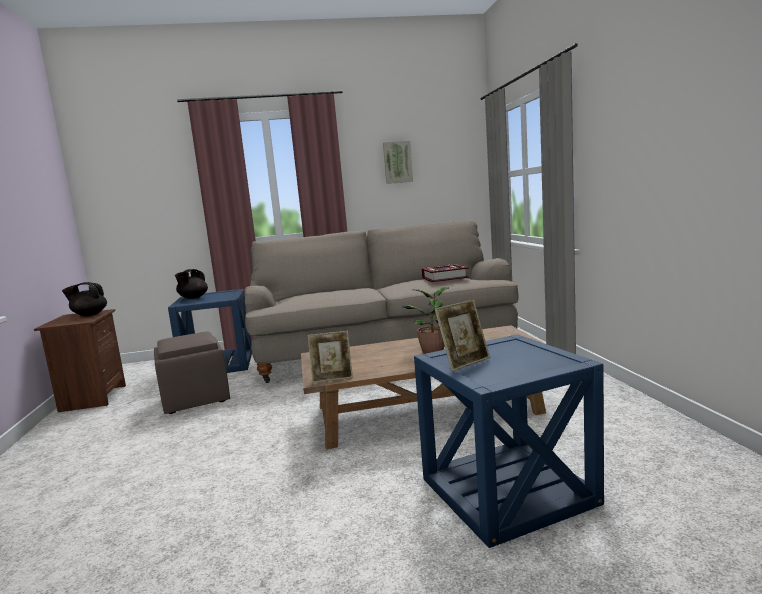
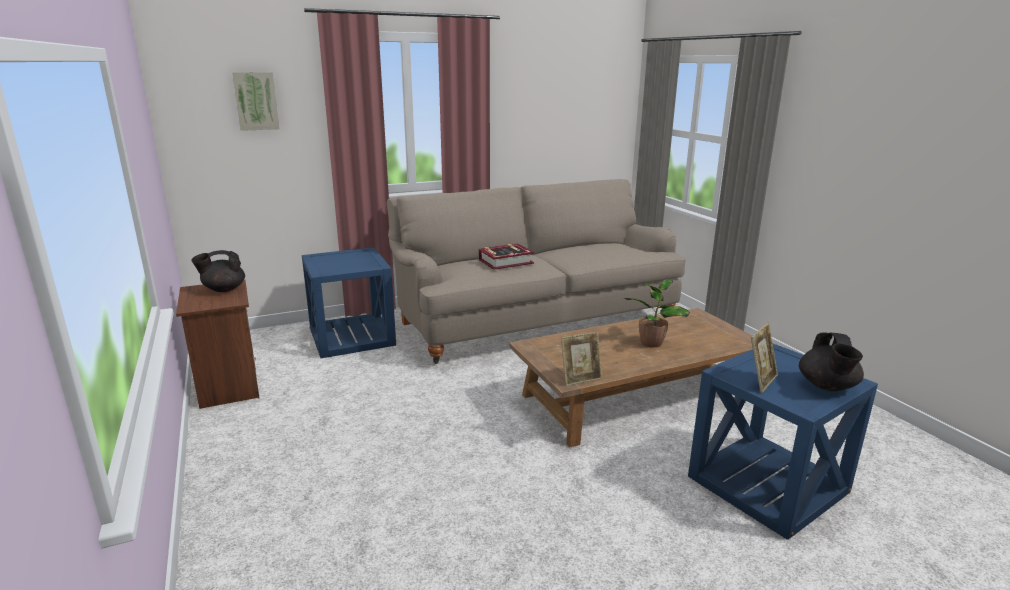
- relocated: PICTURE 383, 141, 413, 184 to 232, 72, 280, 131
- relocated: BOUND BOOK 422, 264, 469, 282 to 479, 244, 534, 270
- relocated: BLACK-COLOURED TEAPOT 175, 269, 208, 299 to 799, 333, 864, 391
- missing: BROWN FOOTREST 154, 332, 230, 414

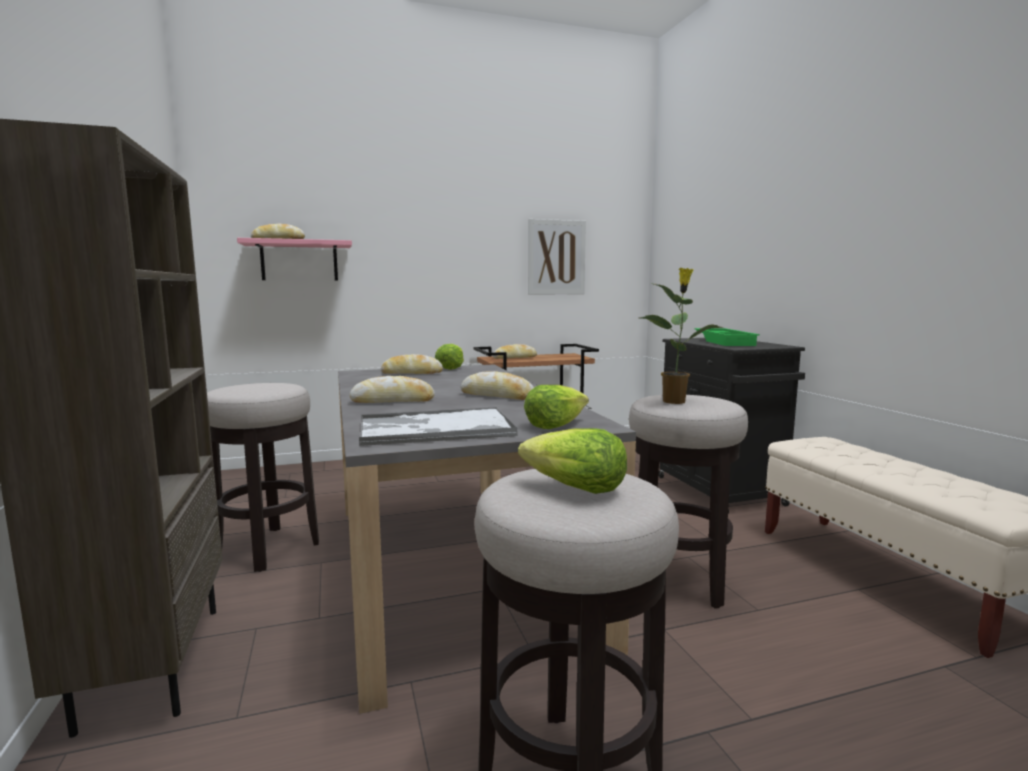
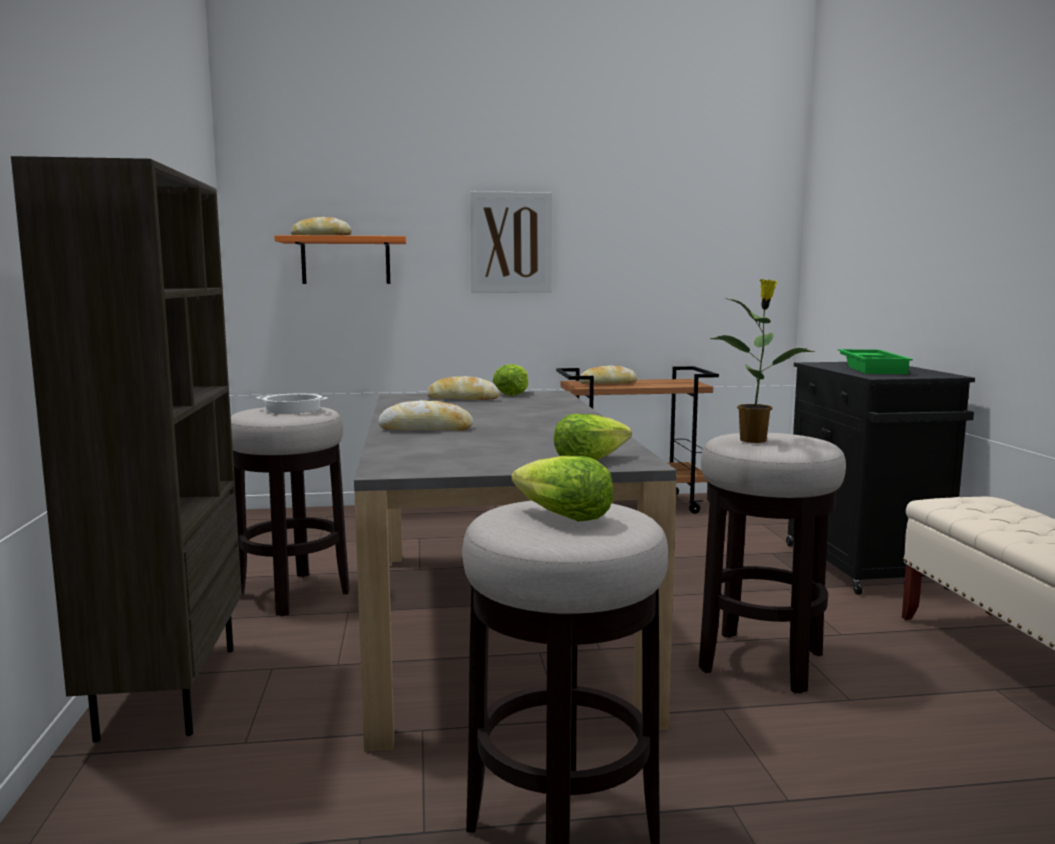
- appeared: COOKING POT 256, 393, 328, 414
- colour: PINKISH SHELF 237, 238, 352, 280 to ORANGEY SHELF 274, 235, 406, 284
- relocated: PICTURE 528, 219, 586, 294 to 470, 191, 552, 292
- missing: CARRYING TRAY 359, 407, 518, 446
- missing: BAKERY BREAD 461, 371, 534, 400

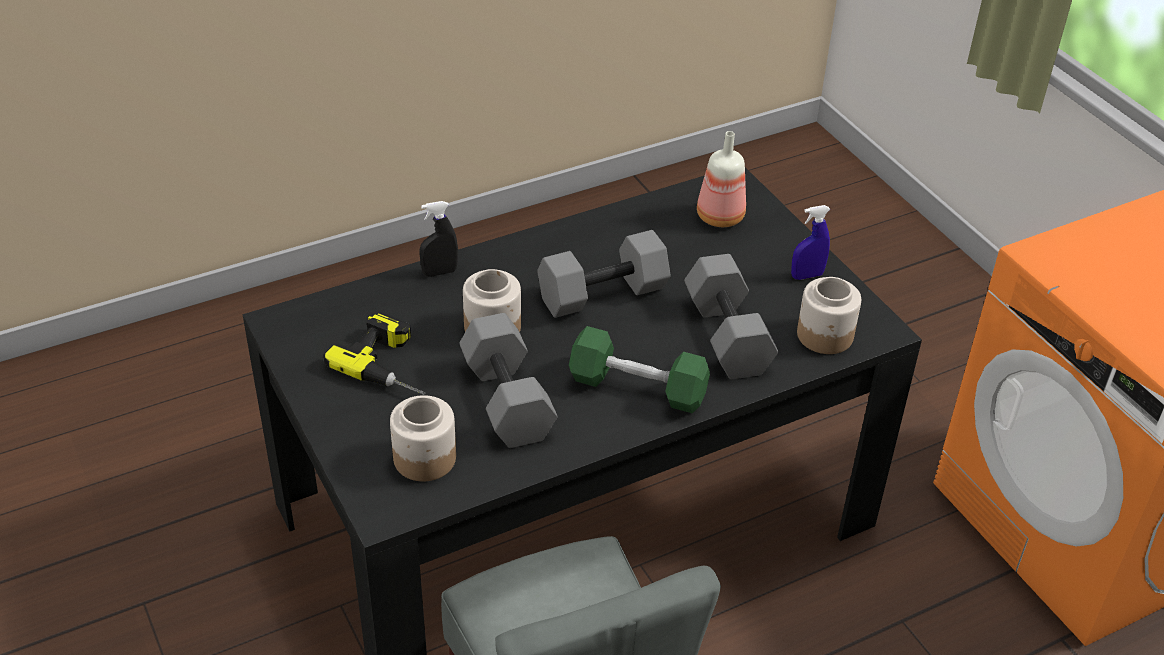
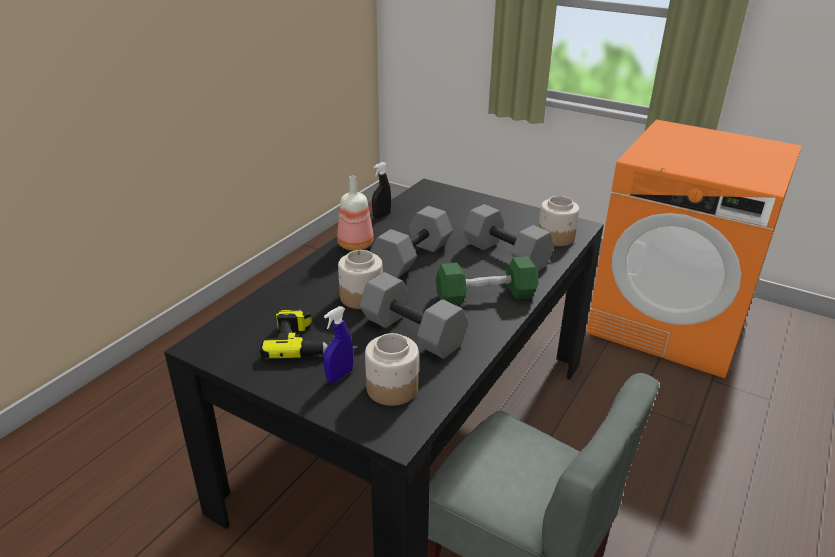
- relocated: BLUISH HAND SPRAYER 791, 205, 830, 280 to 324, 306, 353, 383
- relocated: BEVERAGE BOTTLE 697, 131, 746, 227 to 337, 176, 374, 251
- relocated: BLACK-COLOURED HAND SPRAYER 419, 201, 458, 277 to 372, 162, 391, 219

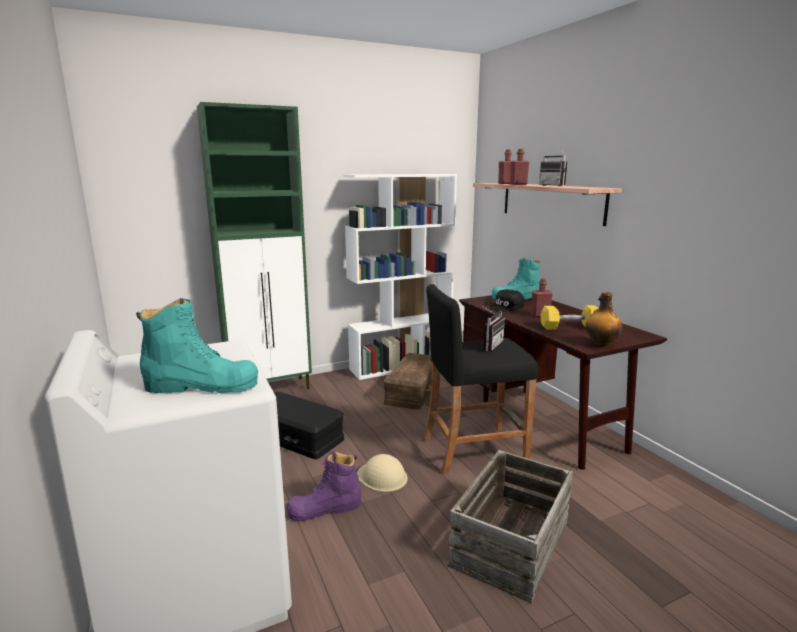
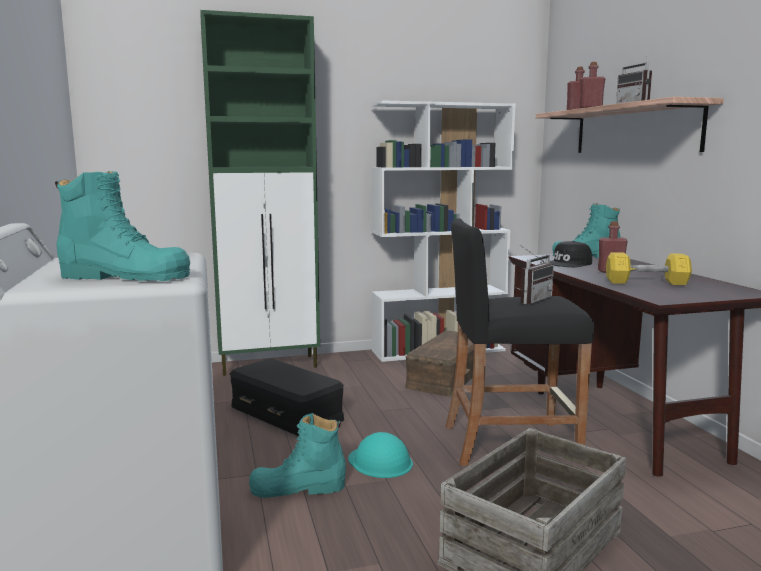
- colour: PURPLE-COLOURED BOOT 286, 451, 361, 521 to TURQUOISE BOOT 249, 413, 346, 498
- colour: BEIGE-COLOURED HARD HAT 357, 454, 408, 492 to TURQUOISE HARD HAT 348, 432, 413, 478
- missing: BEVERAGE BOTTLE 585, 292, 623, 347

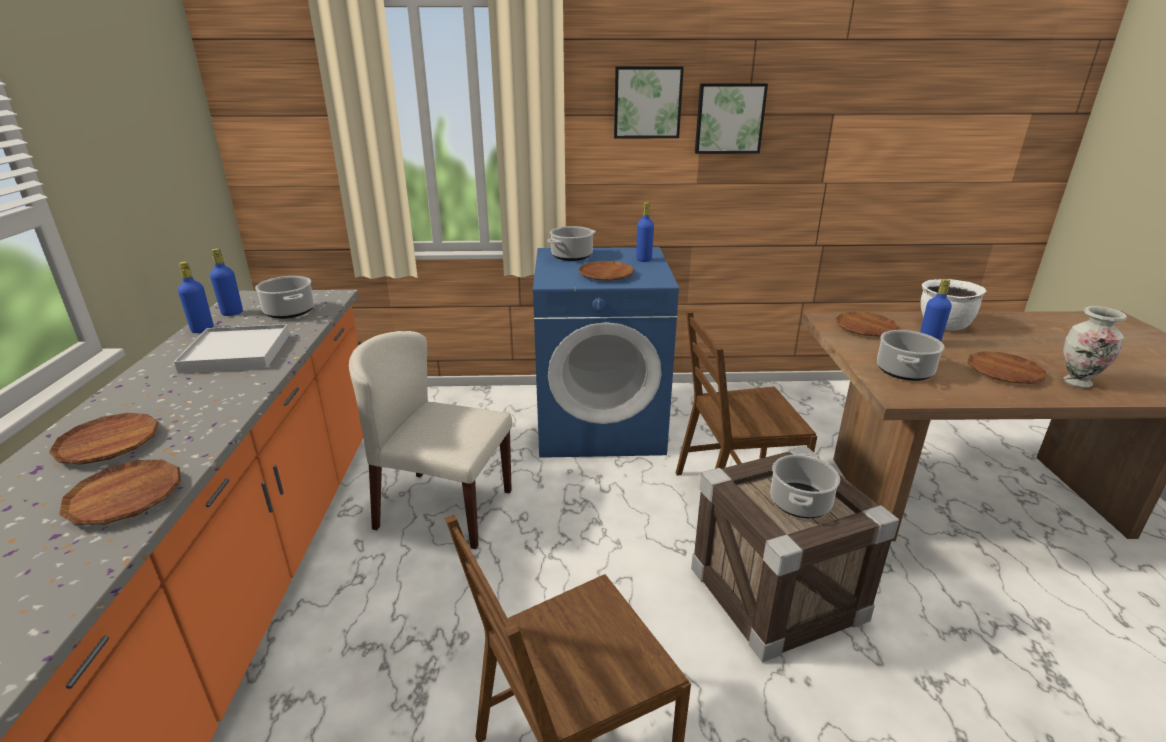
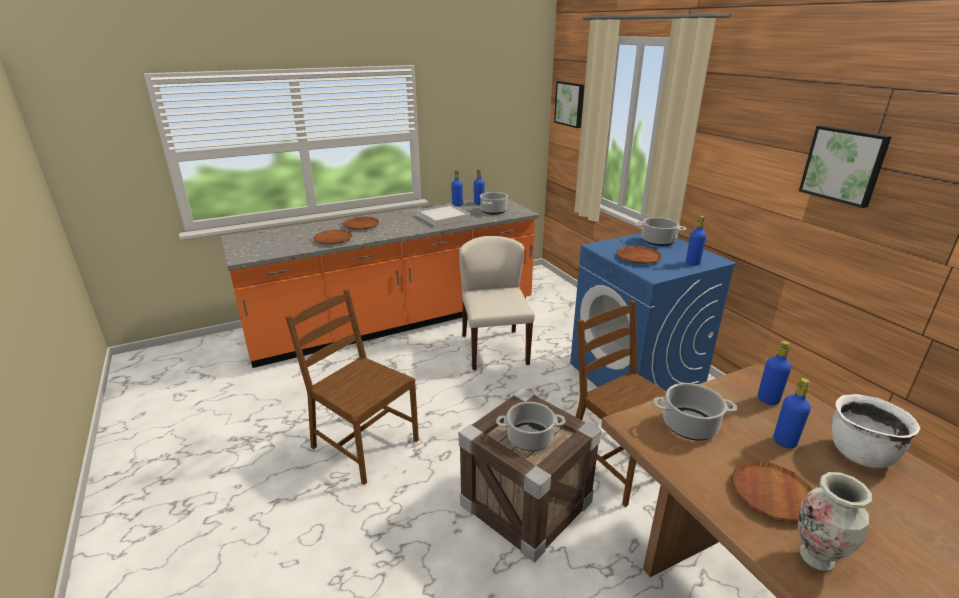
- relocated: PICTURE 614, 66, 684, 139 to 554, 81, 584, 128
- exchanged: BROWN FLAT DISH 835, 311, 899, 336 to BLUISH BEVERAGE BOTTLE 758, 341, 791, 405

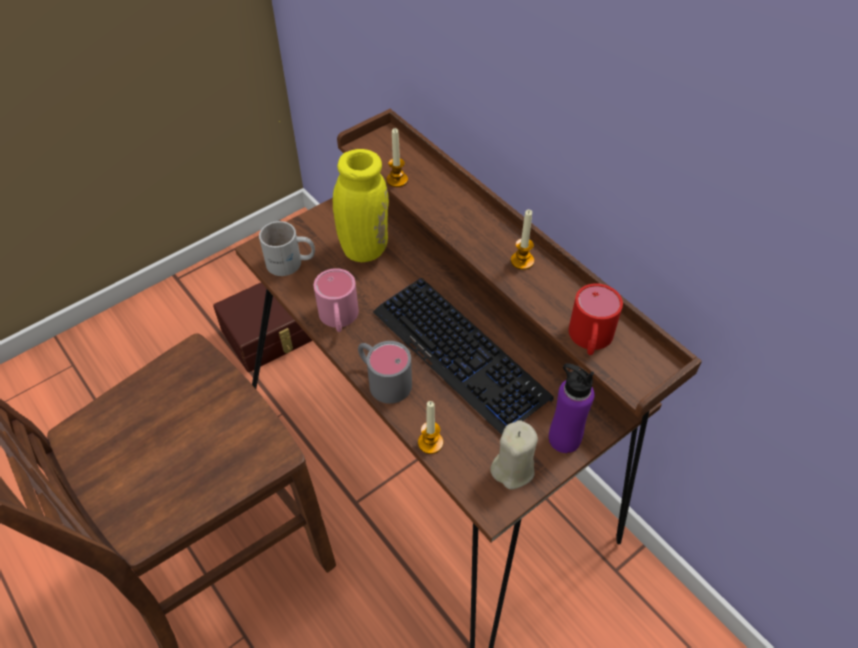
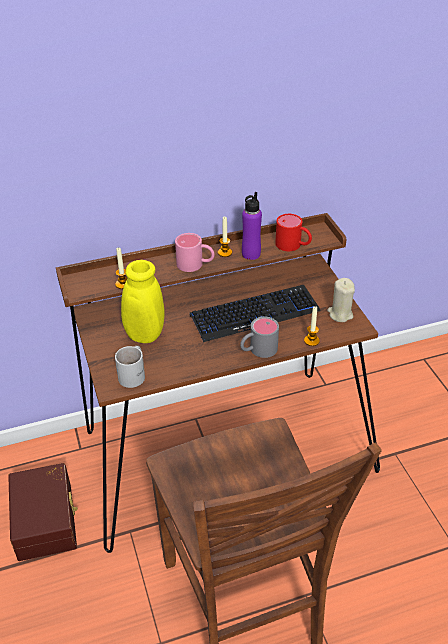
- relocated: PINKISH MUG 314, 268, 359, 332 to 175, 233, 215, 272
- relocated: PURPLE-COLOURED BEVERAGE BOTTLE 549, 363, 594, 453 to 242, 192, 262, 260

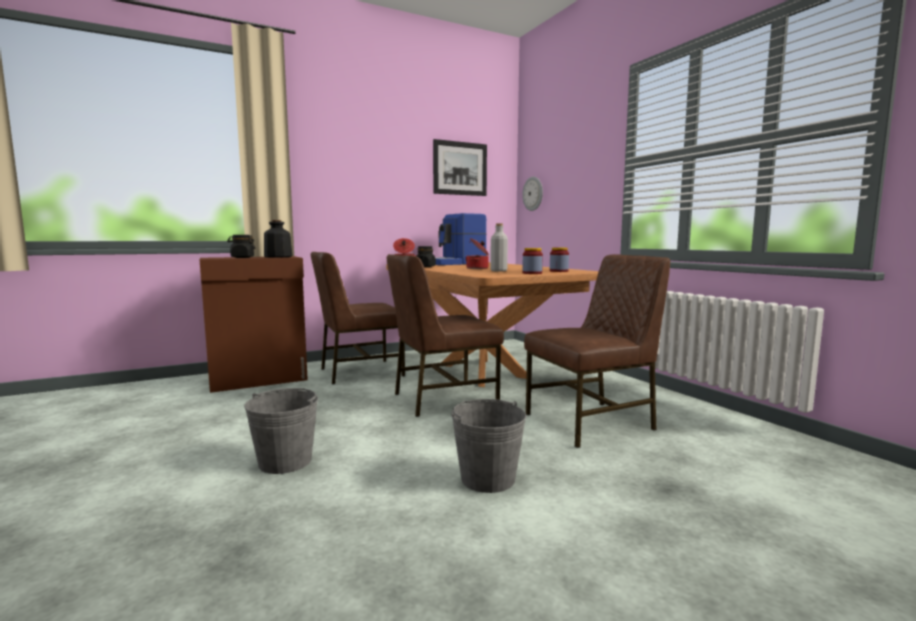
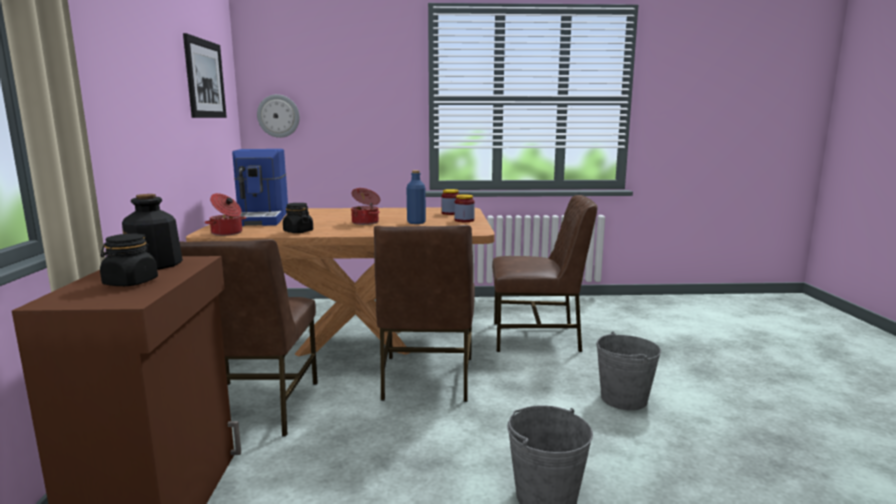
- colour: GREY BEVERAGE BOTTLE 490, 223, 508, 272 to BLUISH BEVERAGE BOTTLE 407, 170, 426, 224
- spun: BROWN CHAIR 524, 254, 670, 448 = 492, 195, 598, 352 90 degrees clockwise

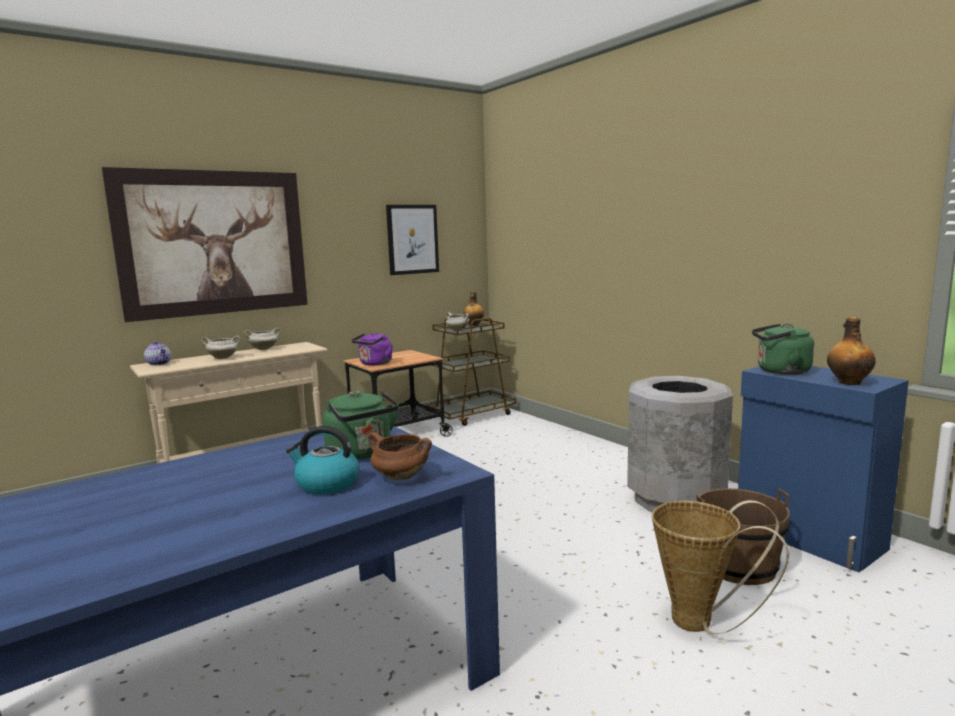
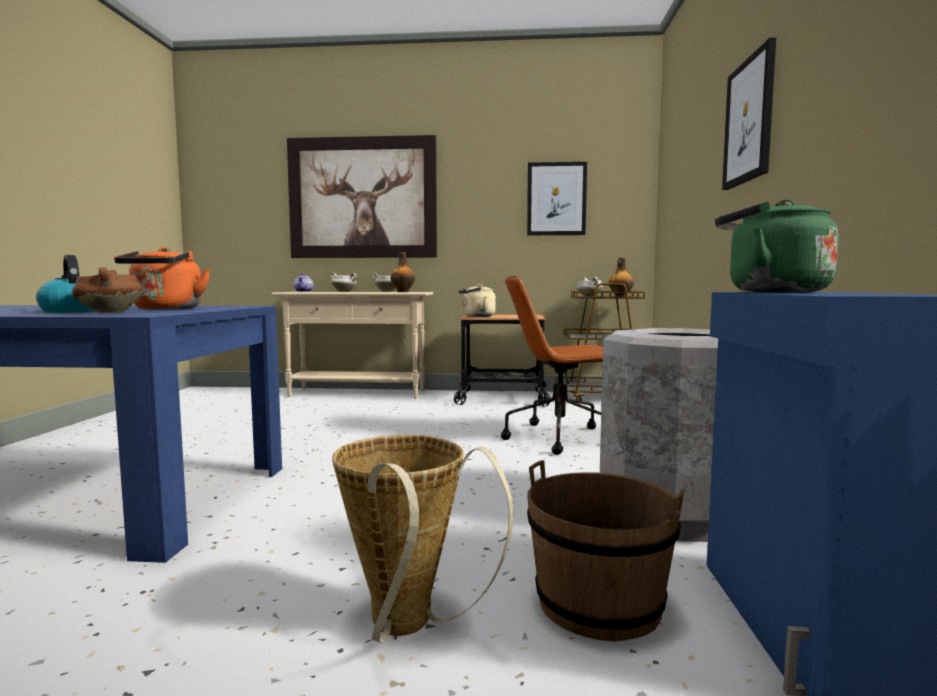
- colour: GREEN-COLOURED WATER KETTLE 323, 390, 399, 460 to ORANGEY WATER KETTLE 114, 247, 210, 310
- relocated: BEVERAGE BOTTLE 827, 317, 876, 385 to 391, 252, 415, 292
- colour: PURPLE-COLOURED WATER KETTLE 351, 332, 393, 366 to BEIGE-COLOURED WATER KETTLE 459, 284, 496, 317
- appeared: BROWN COMPUTER CHAIR 501, 276, 603, 455
- appeared: PICTURE 722, 38, 776, 190

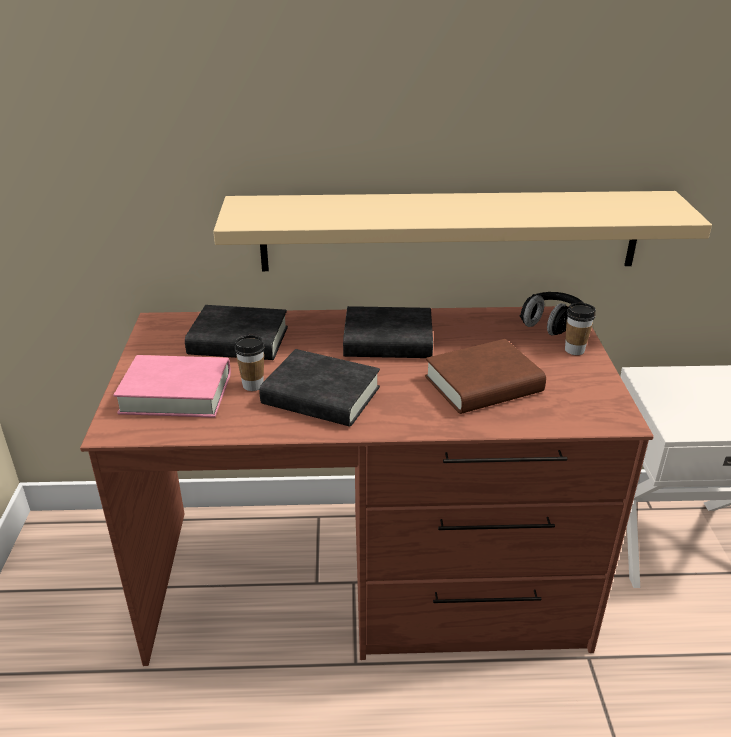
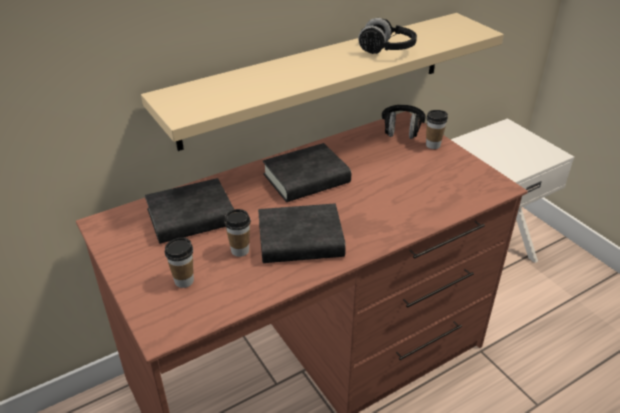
- exchanged: PINKISH BOUND BOOK 114, 355, 231, 418 to SMALL CUP 165, 237, 194, 288
- appeared: BLACK-COLOURED HEADPHONES 358, 18, 417, 54
- missing: BROWN BOUND BOOK 425, 339, 546, 414

